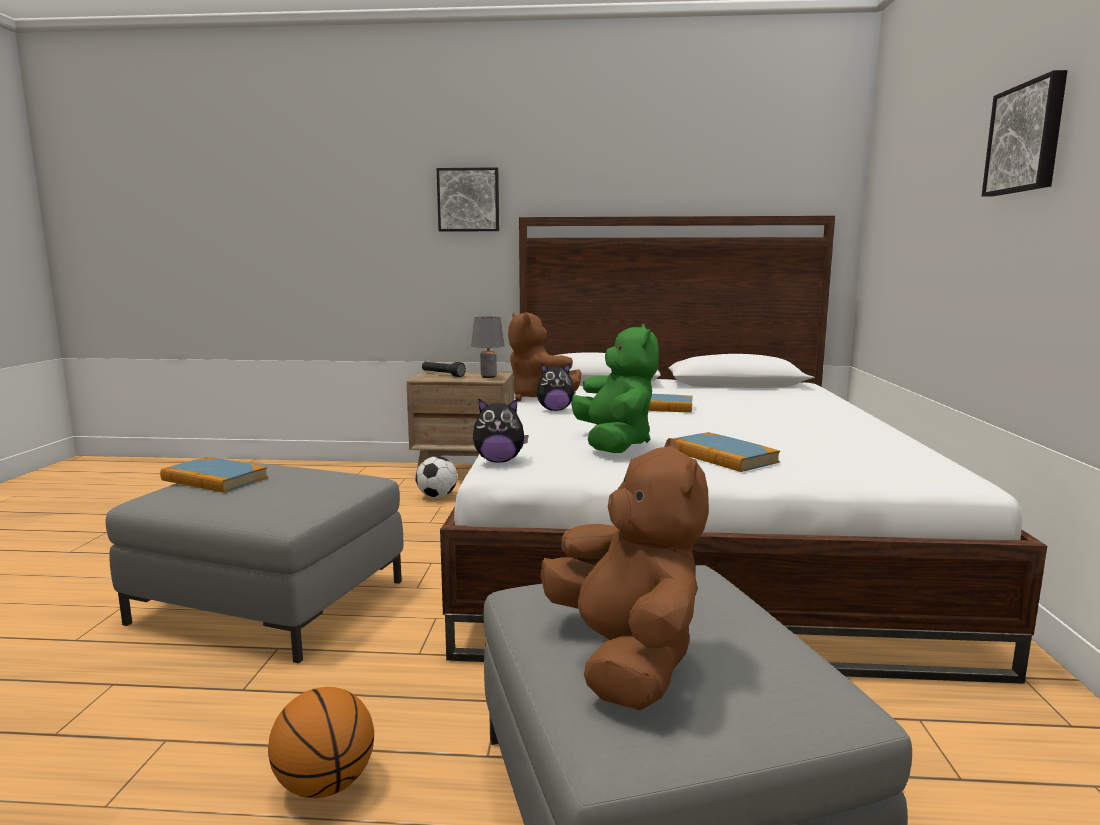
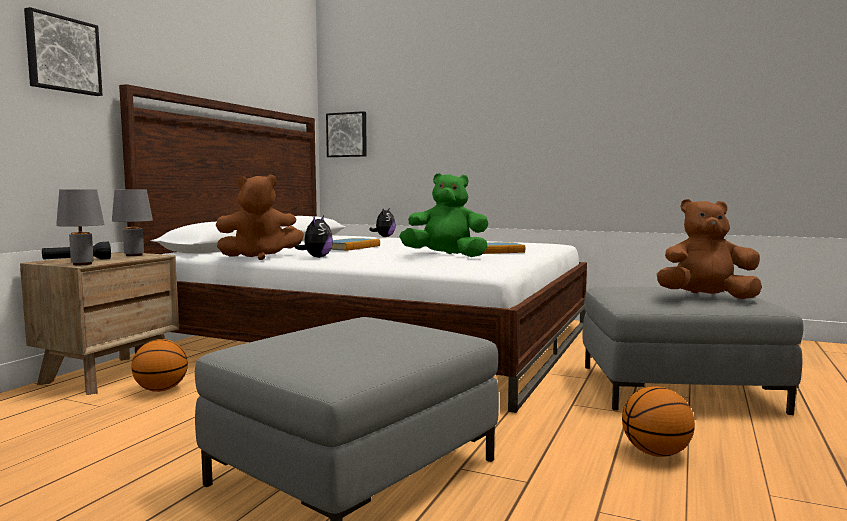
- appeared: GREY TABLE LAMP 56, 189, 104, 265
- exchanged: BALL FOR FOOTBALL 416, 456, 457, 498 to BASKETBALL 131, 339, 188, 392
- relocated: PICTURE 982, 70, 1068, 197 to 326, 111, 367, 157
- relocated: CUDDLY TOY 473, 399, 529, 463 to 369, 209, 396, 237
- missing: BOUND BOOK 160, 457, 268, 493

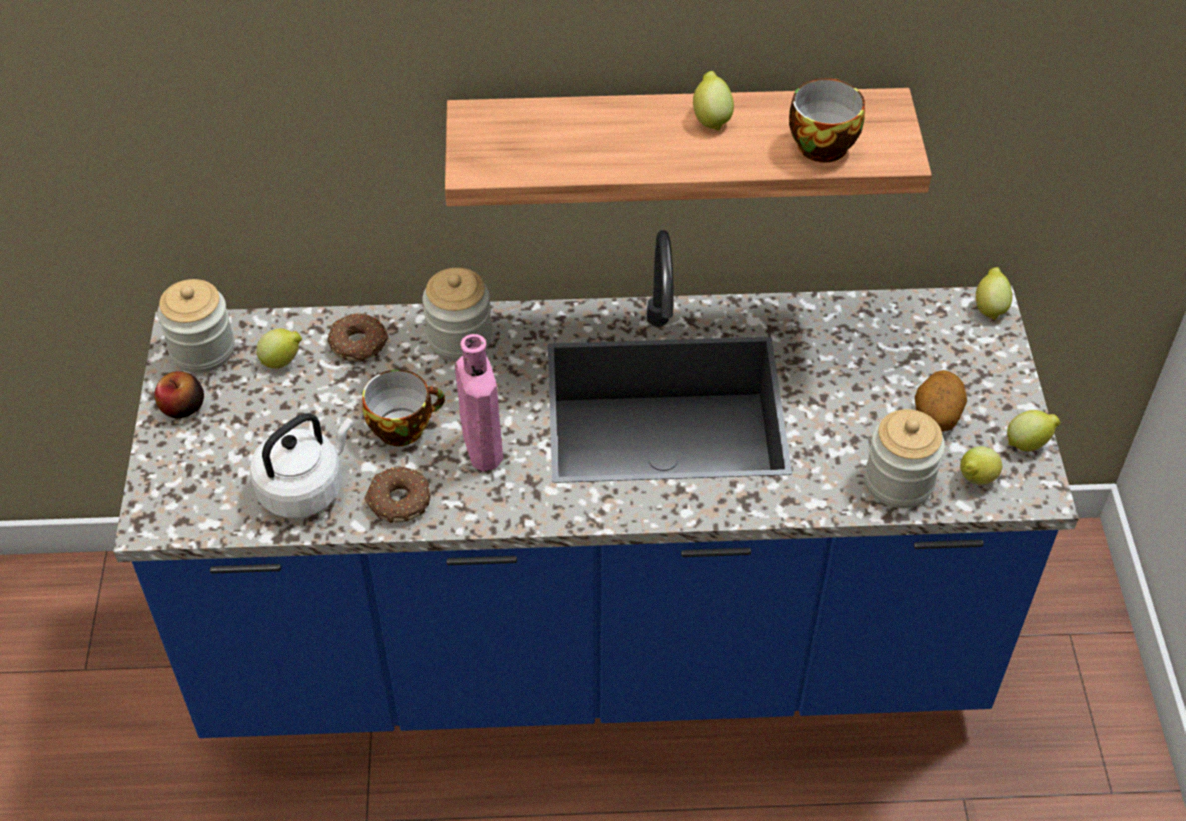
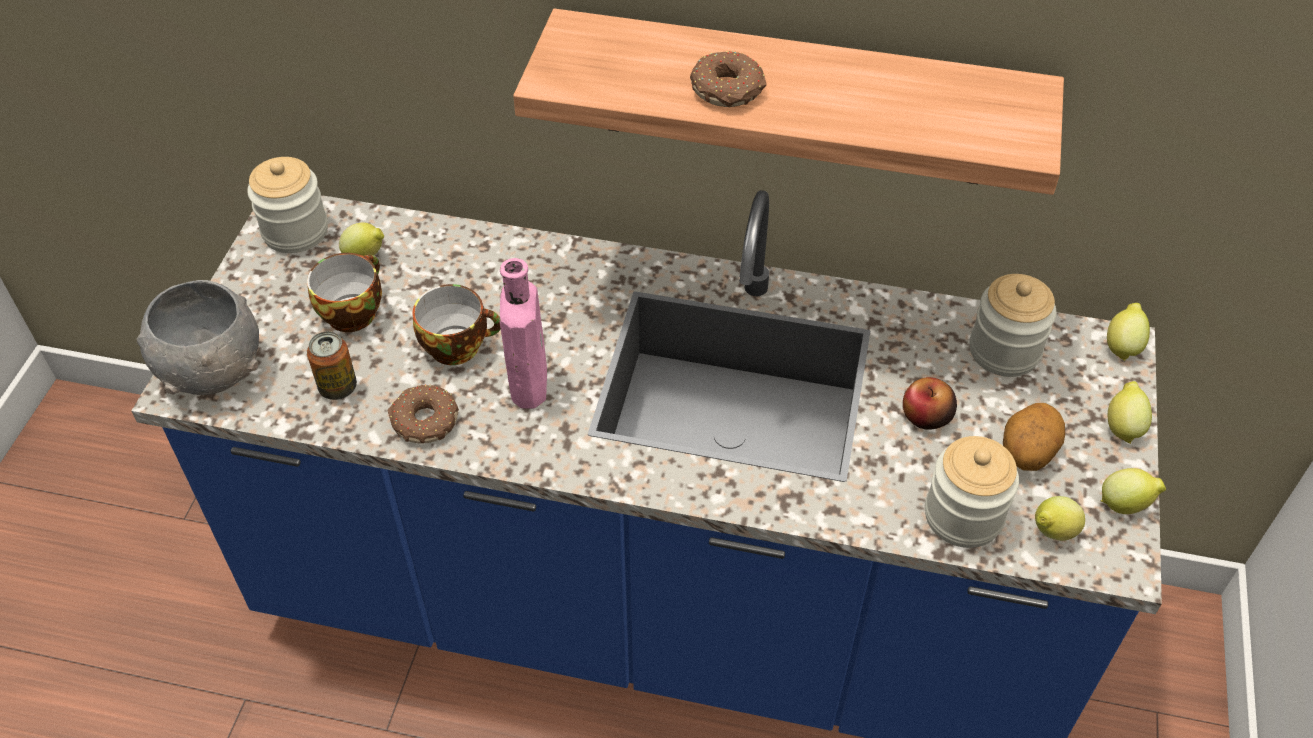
- appeared: GREY SERVING BOWL 137, 280, 259, 395
- relocated: SMALL CUP 789, 78, 865, 162 to 307, 253, 382, 332
- exchanged: WHITE-COLOURED WATER KETTLE 250, 413, 354, 518 to CAN 307, 331, 357, 400
- relocated: DOUGHNUT 327, 313, 389, 361 to 690, 51, 767, 108
- relocated: APPLE 155, 371, 204, 418 to 903, 377, 957, 430
- relocated: JAR 422, 268, 492, 361 to 970, 274, 1056, 377
- relocated: LEMON 693, 71, 734, 131 to 1108, 381, 1152, 444

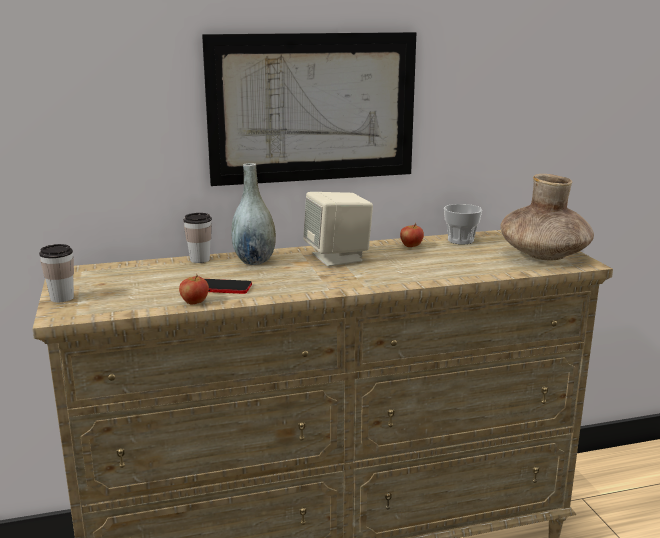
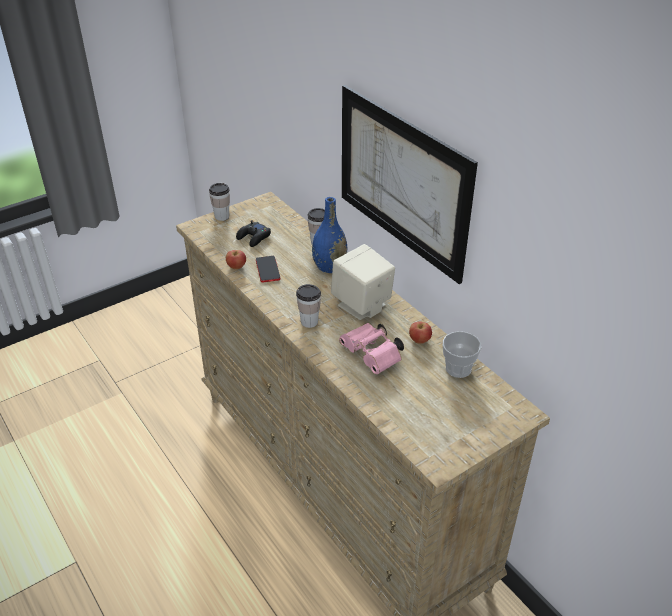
- appeared: BLACK-COLOURED GAMEPAD 236, 220, 271, 247
- appeared: SMALL CUP 296, 284, 321, 328
- colour: GREY FLOWER VASE 232, 163, 276, 265 to BLUISH FLOWER VASE 312, 197, 347, 273
- appeared: PINKISH BINOCULARS 339, 323, 404, 374
- missing: BROWN FLOWER VASE 501, 174, 594, 260

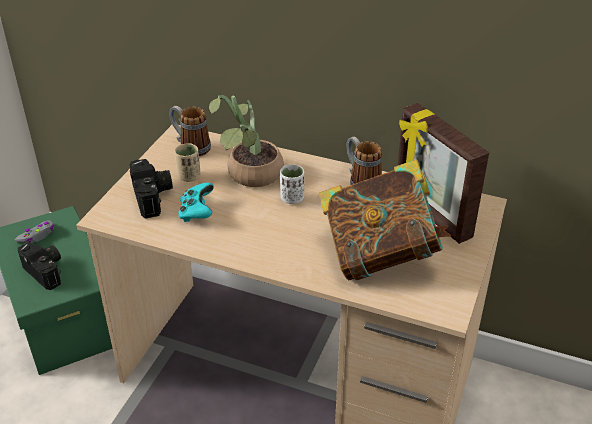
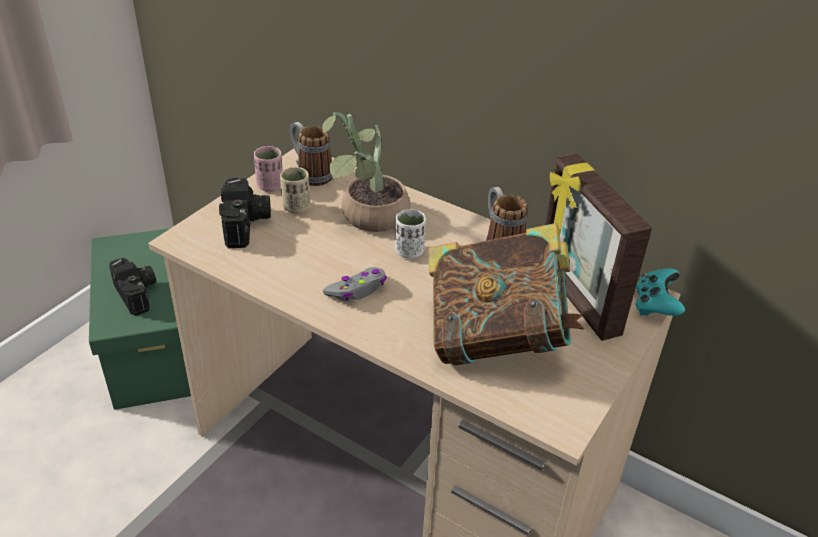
- appeared: PINKISH SMALL CUP 254, 146, 283, 191
- relocated: GREY GAMEPAD 15, 220, 54, 243 to 323, 267, 387, 301
- relocated: TURQUOISE GAMEPAD 179, 183, 214, 222 to 635, 269, 685, 316

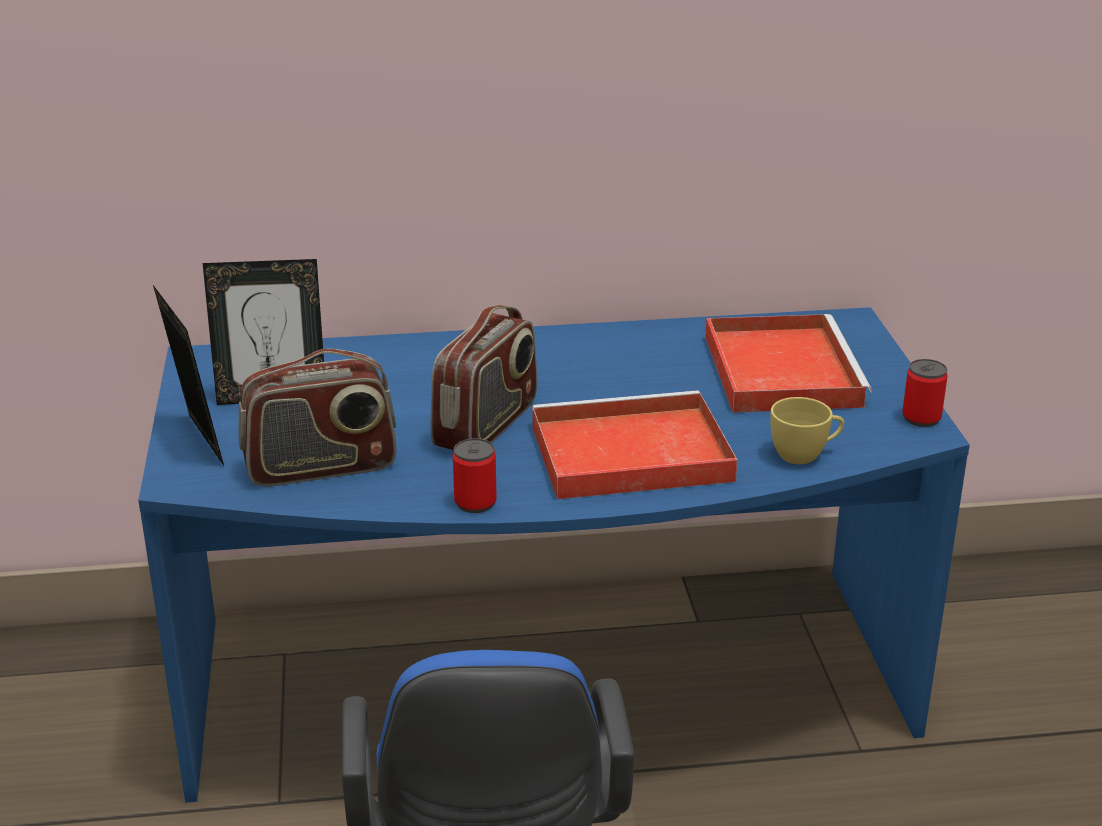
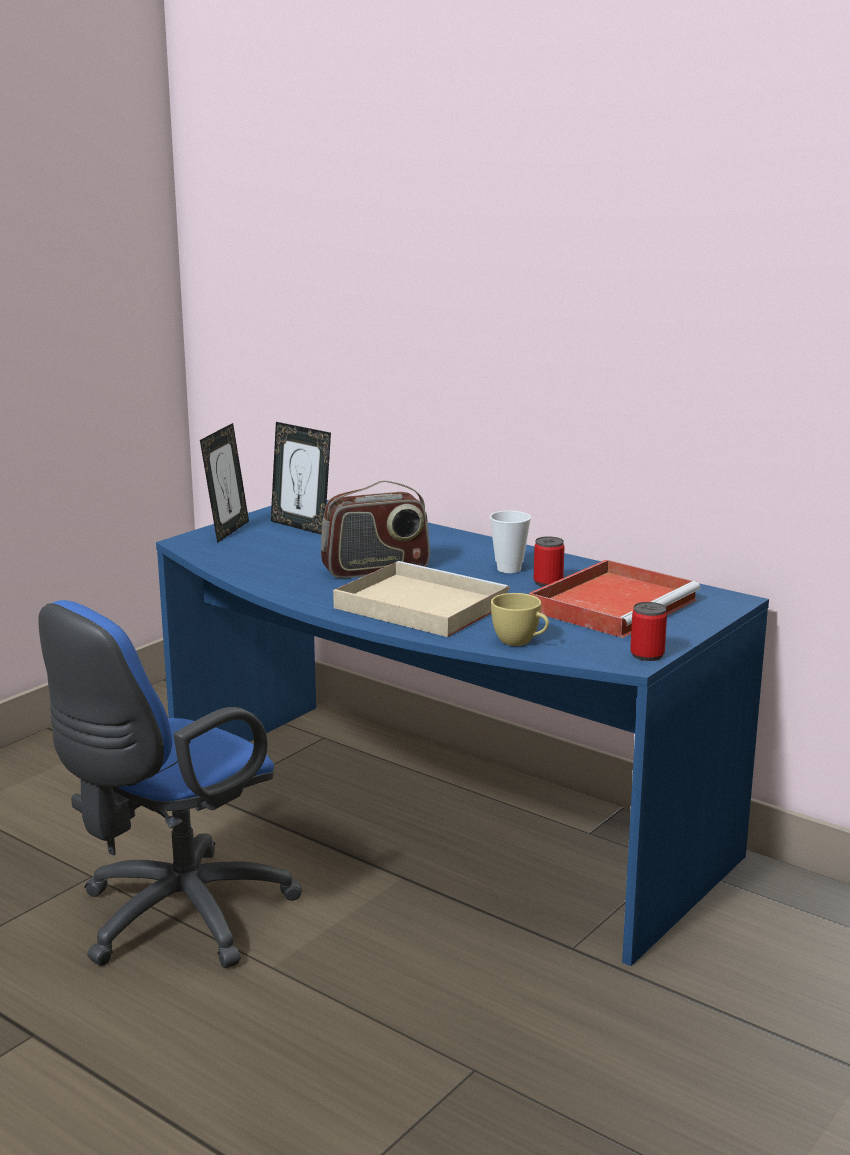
- colour: REDDISH CARRYING TRAY 532, 390, 738, 499 to BEIGE-COLOURED CARRYING TRAY 333, 561, 510, 637
- appeared: SMALL CUP 490, 511, 531, 573
- relocated: CAN 453, 438, 497, 513 to 534, 536, 565, 587
- missing: RADIO SET 238, 348, 397, 486

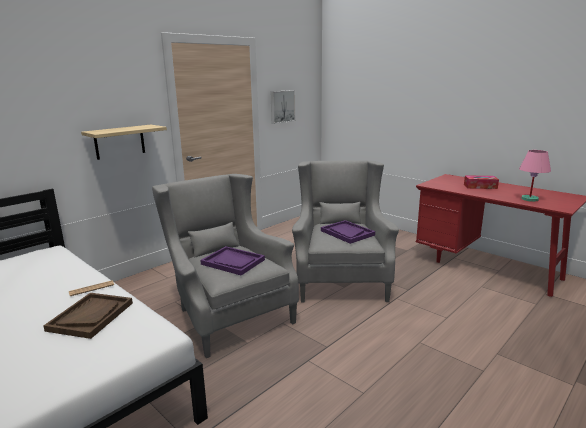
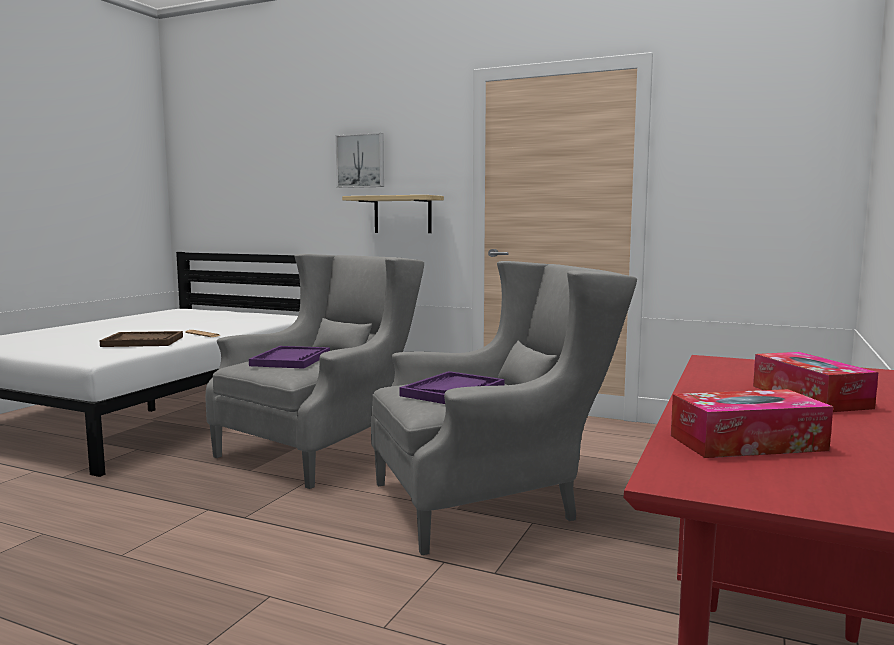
- relocated: PICTURE 271, 90, 295, 124 to 335, 133, 384, 188
- exchanged: PINKISH TABLE LAMP 519, 150, 551, 202 to BOX OF TISSUES 671, 389, 833, 458

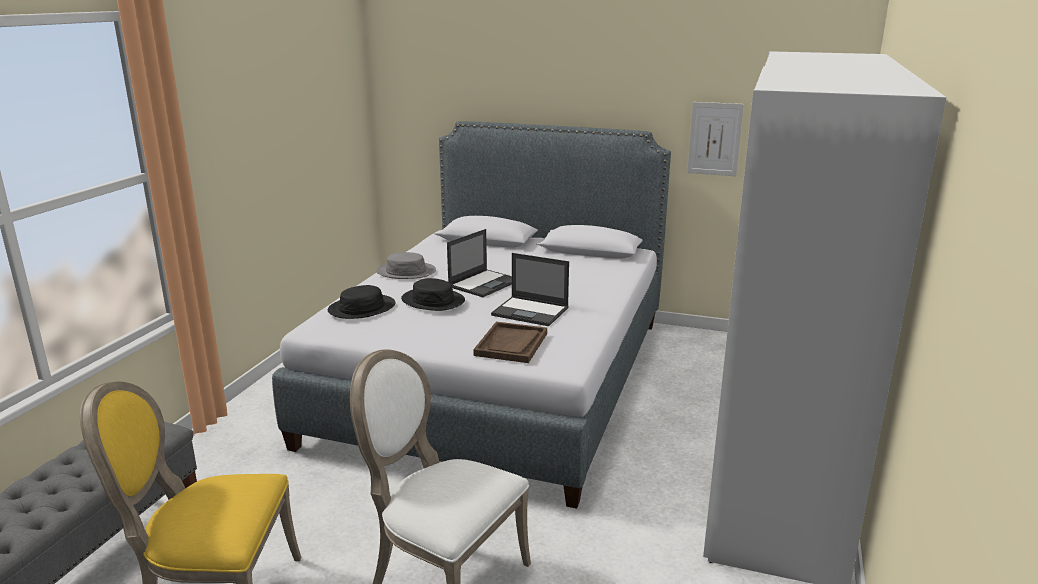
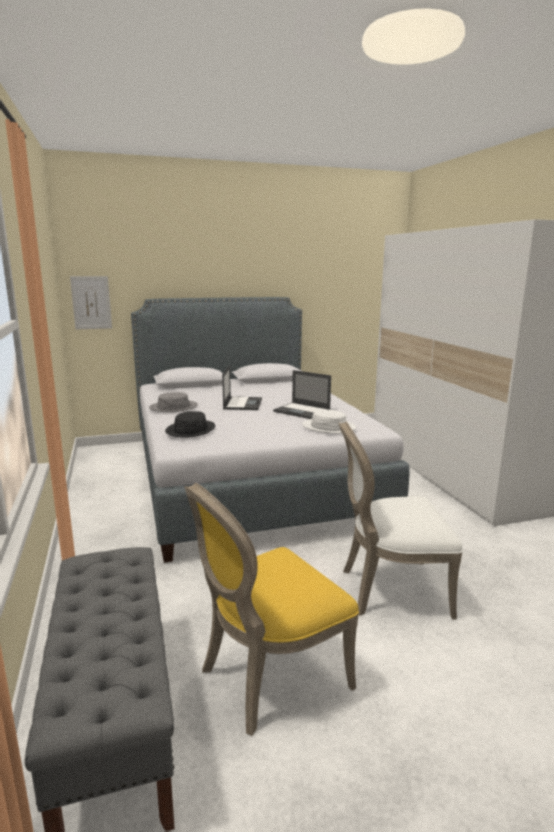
- relocated: PICTURE 687, 102, 744, 176 to 70, 276, 112, 329
- spun: LAPTOP 491, 253, 569, 326 = 273, 370, 331, 419 45 degrees clockwise
- exchanged: BROWN CARRYING TRAY 473, 322, 547, 363 to WHITE-COLOURED WEARABLE HAT 302, 410, 356, 434
- missing: BLACK-COLOURED WEARABLE HAT 401, 278, 465, 311

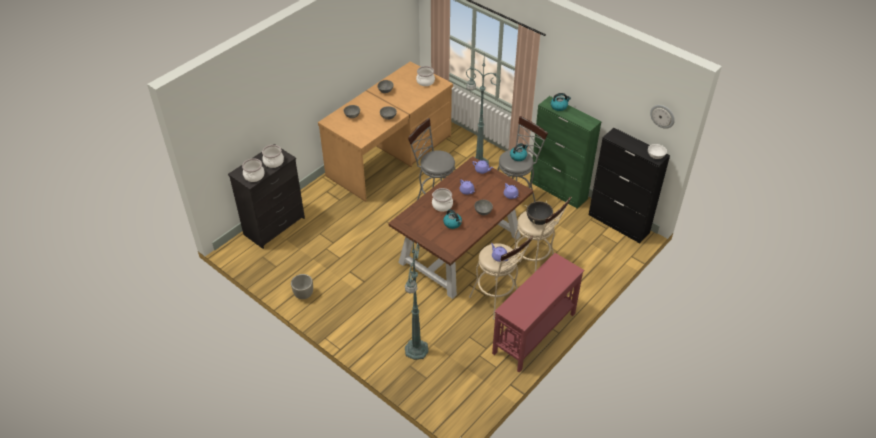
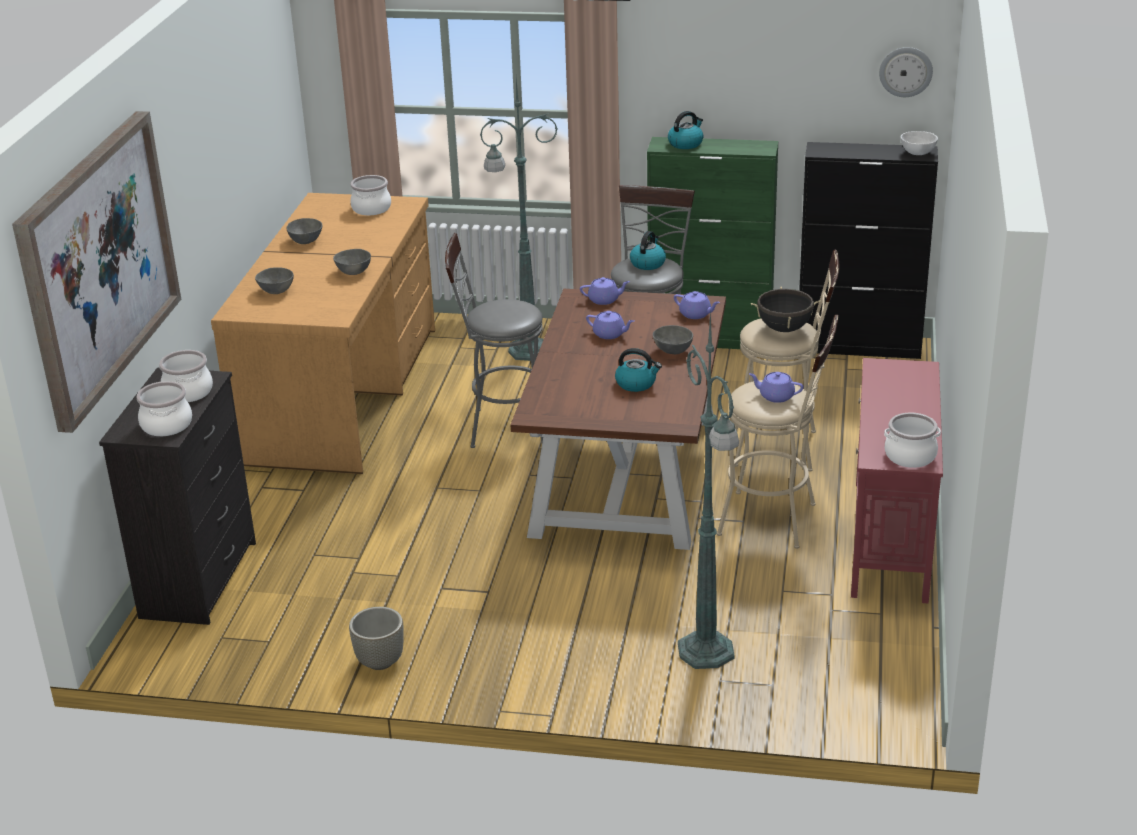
- appeared: PICTURE 12, 111, 181, 433
- relocated: COOKING POT 432, 188, 453, 212 to 884, 413, 941, 468

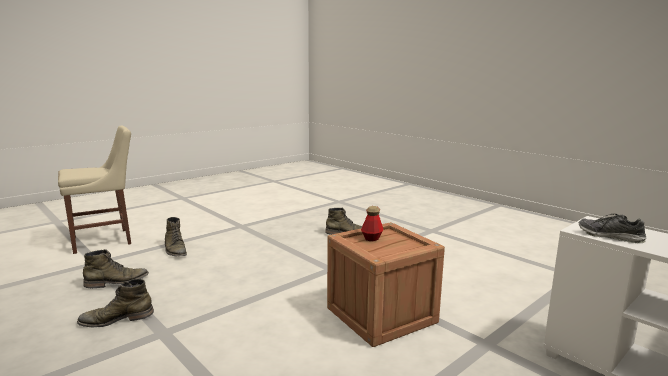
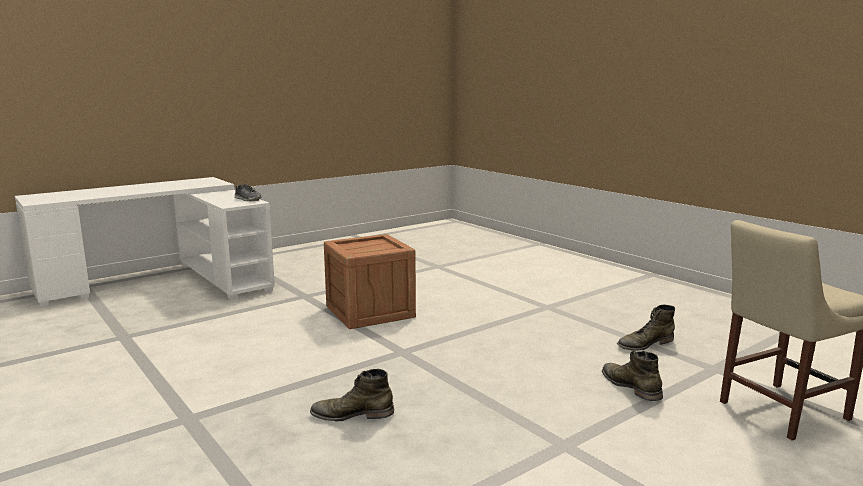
- missing: GREEN-COLOURED BOOT 77, 279, 154, 328
- missing: BEVERAGE BOTTLE 361, 206, 383, 241

